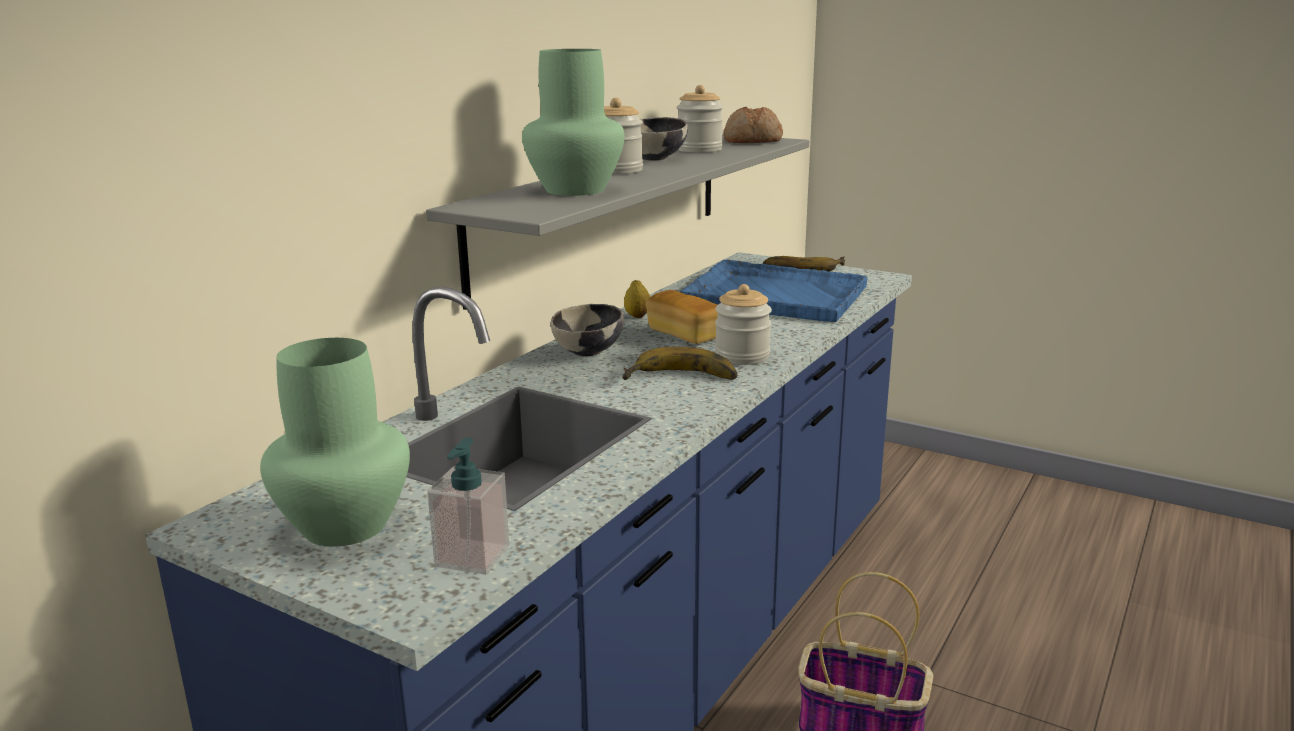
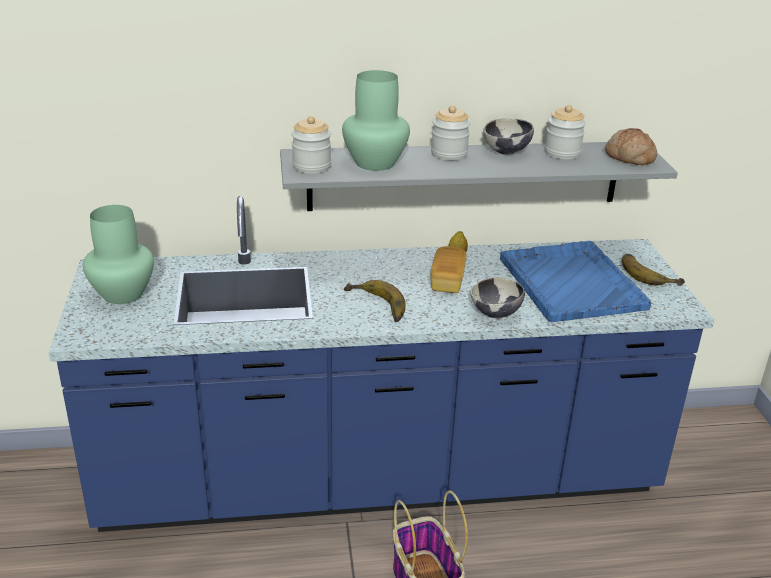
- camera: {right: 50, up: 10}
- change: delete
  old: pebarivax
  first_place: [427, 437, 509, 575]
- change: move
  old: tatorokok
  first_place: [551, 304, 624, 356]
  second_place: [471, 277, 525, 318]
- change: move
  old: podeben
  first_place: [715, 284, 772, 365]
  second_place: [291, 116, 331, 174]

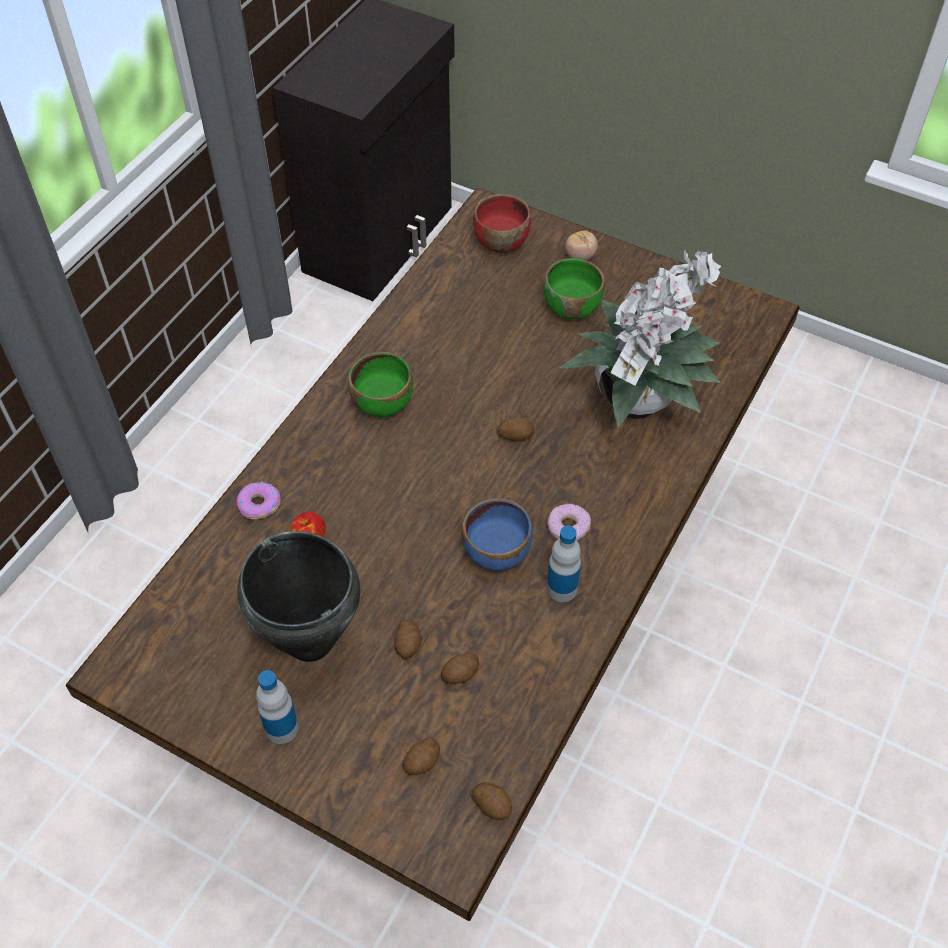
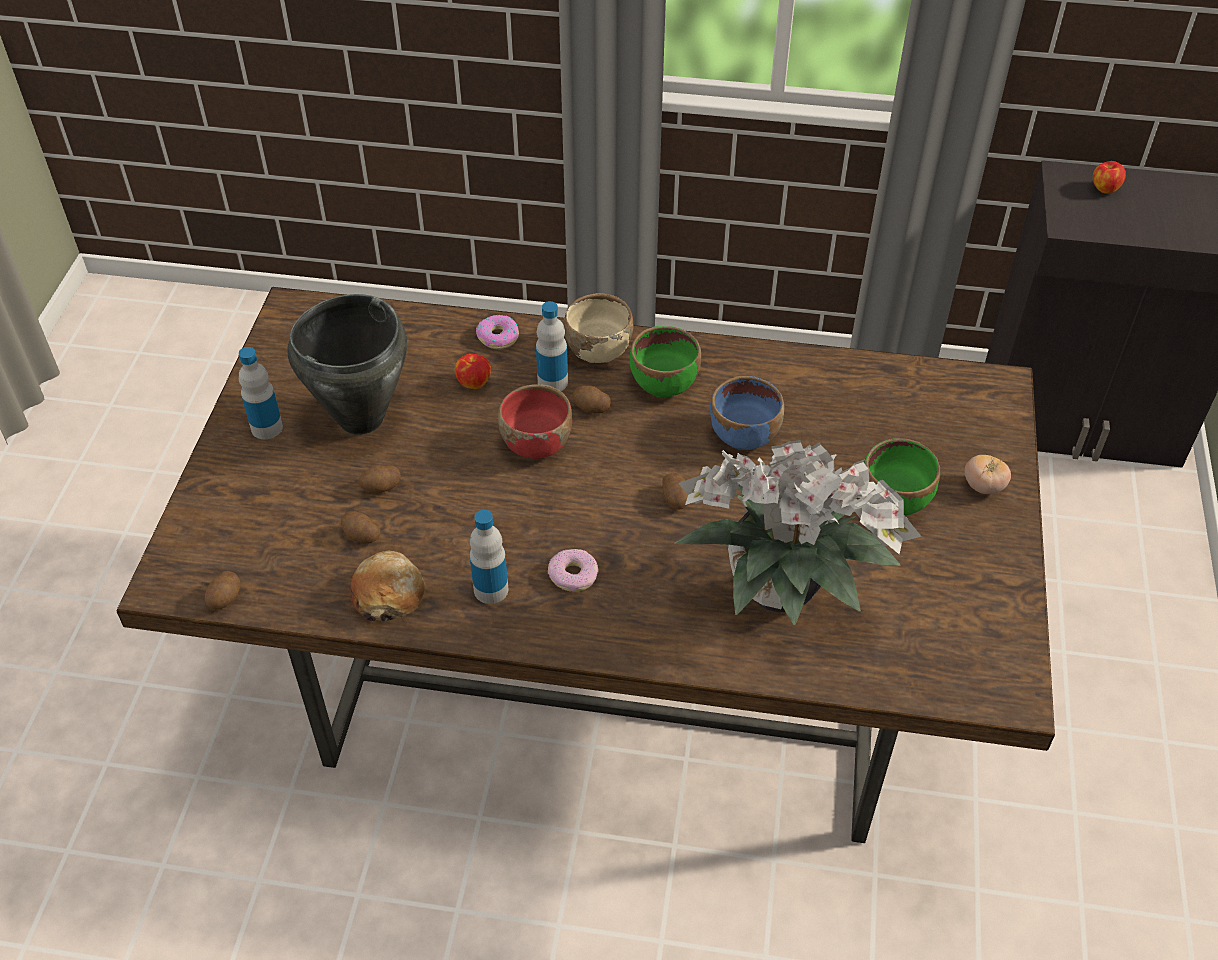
- camera: {right: 70, up: -5}
- change: move
  old: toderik
  first_place: [403, 737, 440, 775]
  second_place: [572, 386, 611, 414]
- change: move
  old: tatorokok (blue)
  first_place: [461, 498, 533, 571]
  second_place: [710, 376, 784, 450]
- change: move
  old: tatorokok (red)
  first_place: [473, 194, 531, 253]
  second_place: [498, 384, 572, 459]
- change: insert
  new: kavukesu
  second_place: [350, 550, 425, 622]
- change: insert
  new: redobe
  second_place: [536, 301, 568, 391]
- change: insert
  new: tatorokok (beige)
  second_place: [564, 293, 633, 363]
- change: insert
  new: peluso
  second_place: [1093, 161, 1126, 194]

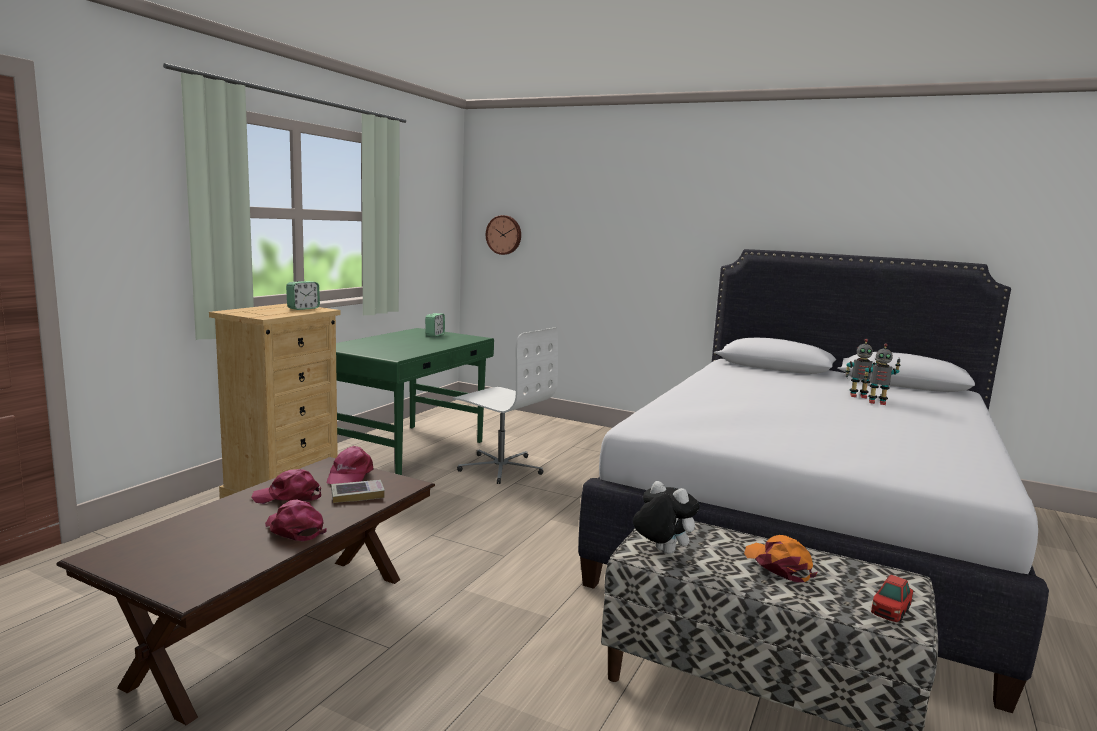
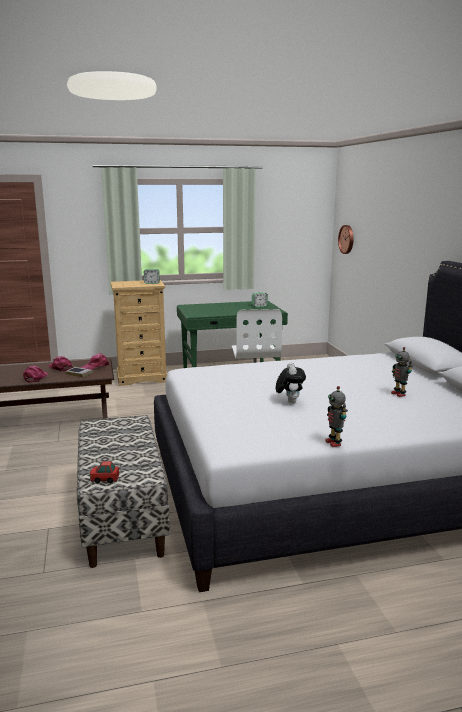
- camera: {right: 50, up: 5}
- change: move
  old: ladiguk
  first_place: [633, 481, 700, 554]
  second_place: [276, 362, 306, 403]
- change: delete
  old: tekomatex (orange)
  first_place: [744, 535, 817, 582]
- change: move
  old: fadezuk
  first_place: [864, 343, 901, 405]
  second_place: [325, 386, 348, 447]

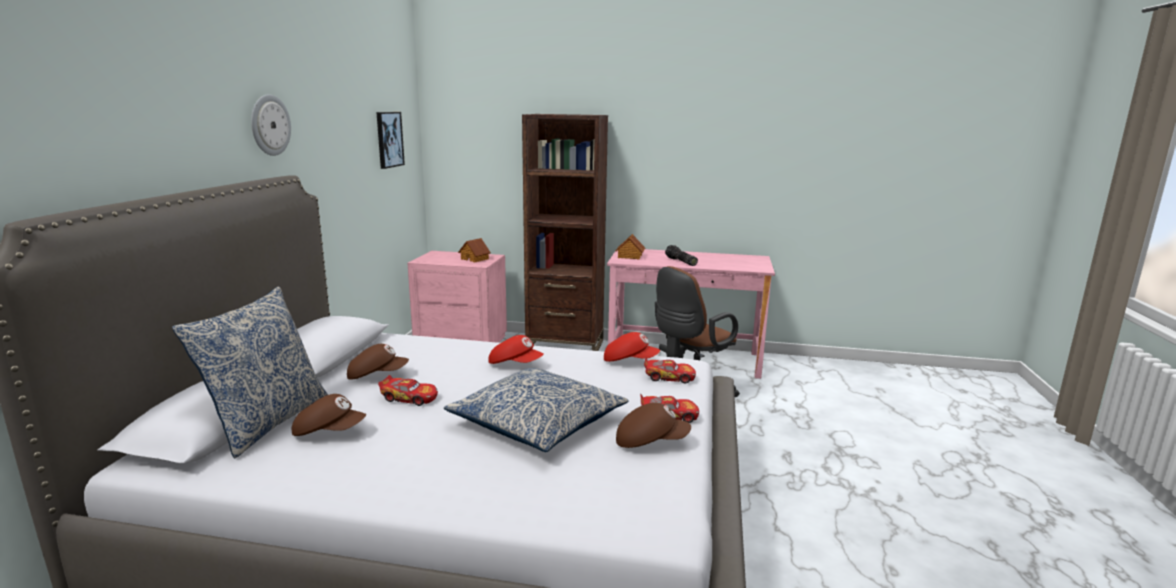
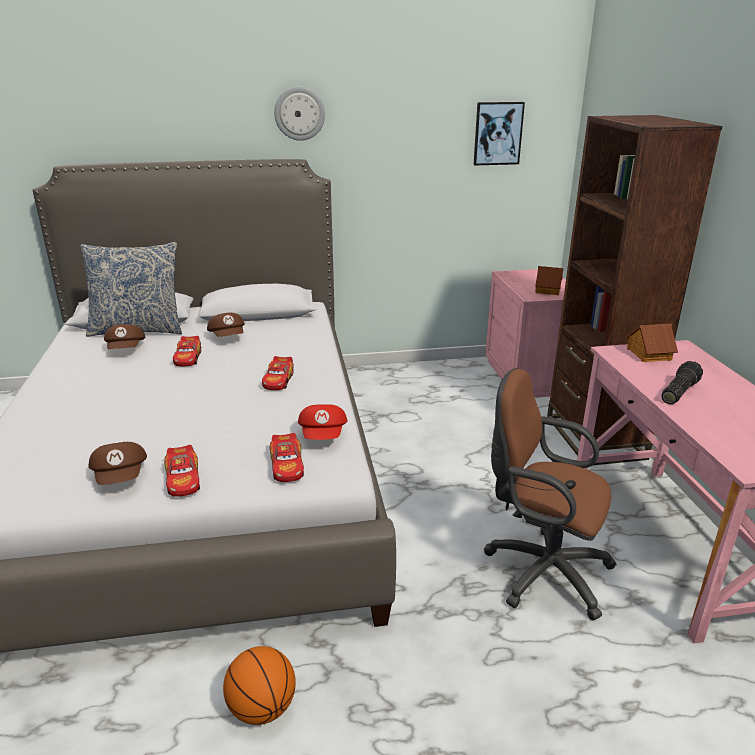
- camera: {right: 70, up: 10}
- change: delete
  old: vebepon
  first_place: [444, 368, 629, 452]
- change: replace
  old: tekomatex (red)
  new: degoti
  first_place: [489, 335, 544, 364]
  second_place: [262, 356, 294, 390]
- change: insert
  new: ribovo
  second_place: [223, 646, 296, 725]

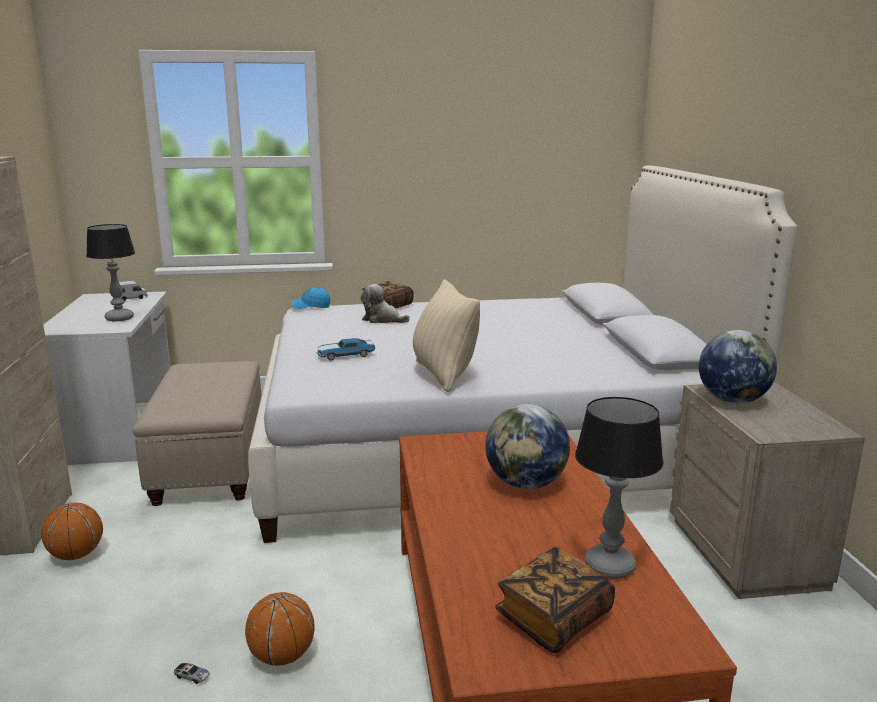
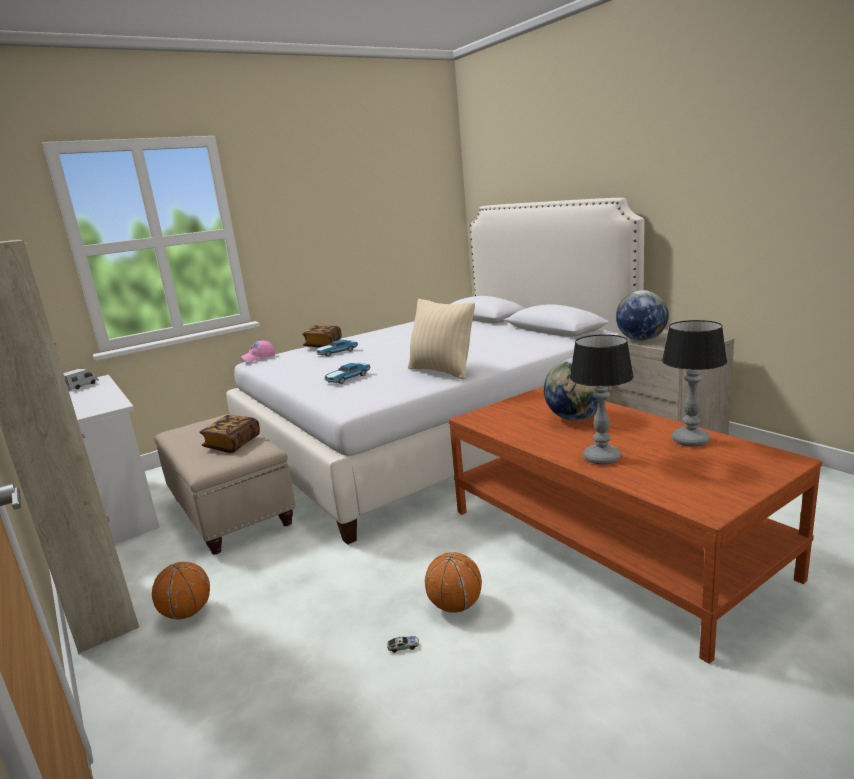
- camera: {right: -25, up: 0}
- change: move
  old: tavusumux
  first_place: [86, 224, 135, 322]
  second_place: [570, 334, 634, 465]
- change: recolor
  old: tekomatex (blue)
  new: tekomatex (pink)
  first_place: [291, 287, 330, 309]
  second_place: [240, 340, 275, 362]
- change: replace
  old: ladiguk
  new: degoti
  first_place: [361, 284, 410, 323]
  second_place: [316, 340, 358, 357]
- change: move
  old: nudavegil
  first_place: [495, 547, 615, 653]
  second_place: [199, 415, 260, 453]

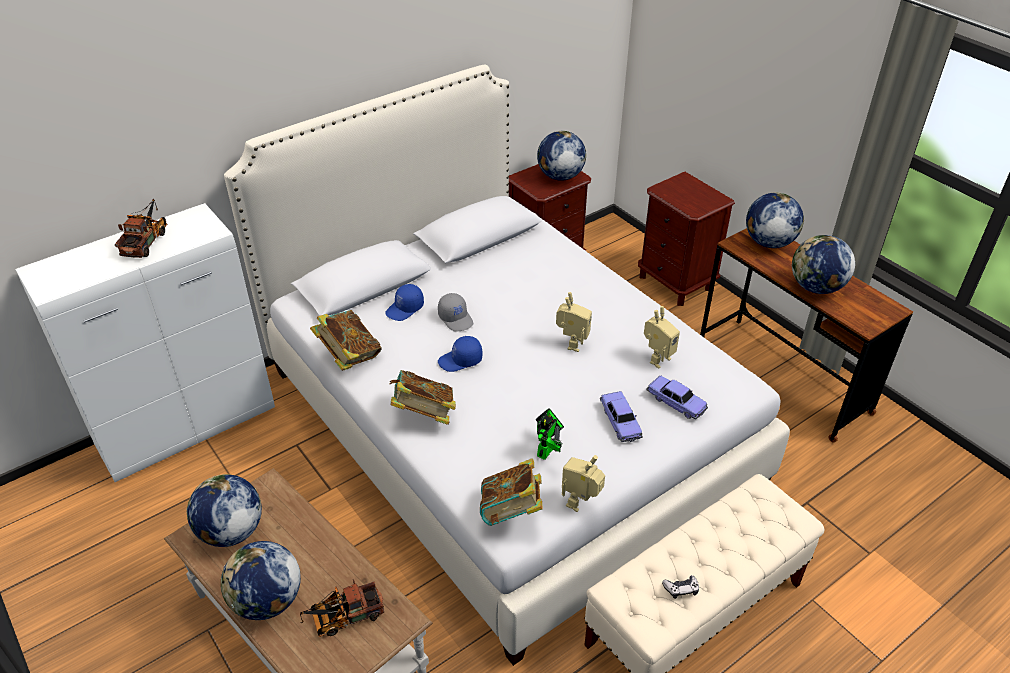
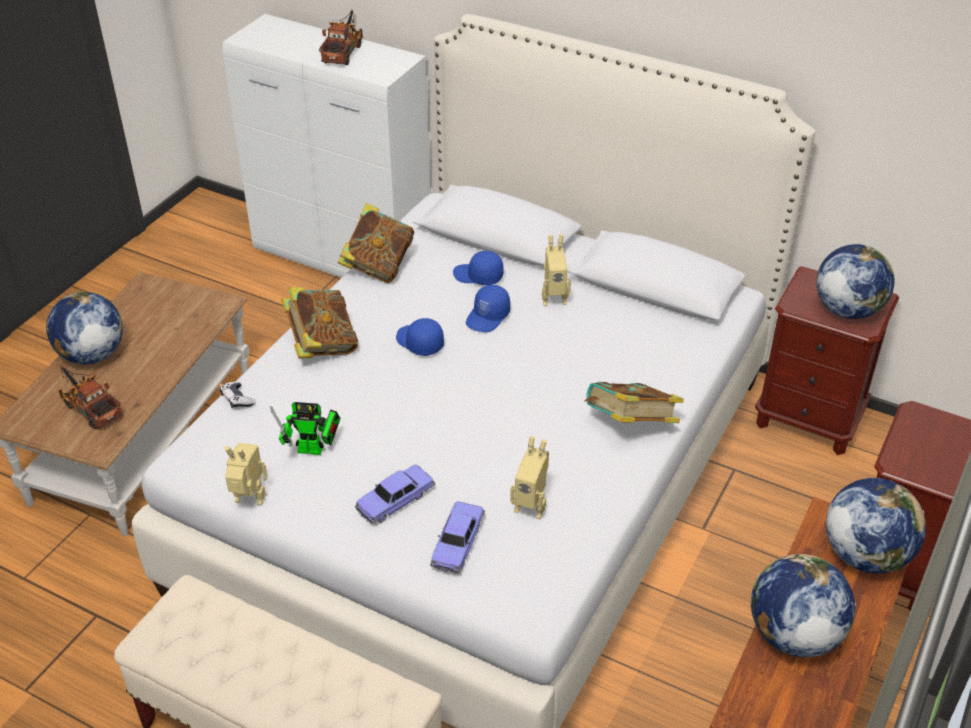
- camera: {right: 65, up: 0}
- change: rotate
  old: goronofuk
  first_place: [115, 199, 167, 258]
  second_place: [319, 10, 363, 65]
  degrees: -60
- change: delete
  old: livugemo
  first_place: [186, 474, 262, 547]
- change: recolor
  old: tekomatex (grey)
  new: tekomatex (blue)
  first_place: [438, 293, 473, 332]
  second_place: [466, 285, 510, 332]
- change: move
  old: nudavegil
  first_place: [480, 458, 543, 526]
  second_place: [584, 382, 684, 423]
- change: move
  old: fadezuk
  first_place: [556, 292, 592, 352]
  second_place: [542, 234, 571, 306]
- change: move
  old: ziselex
  first_place: [662, 575, 699, 599]
  second_place: [220, 382, 256, 408]

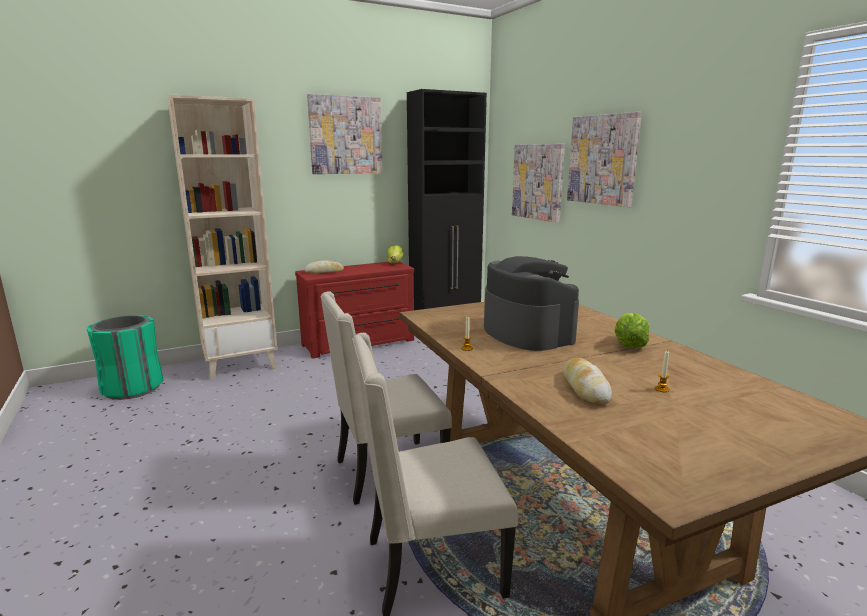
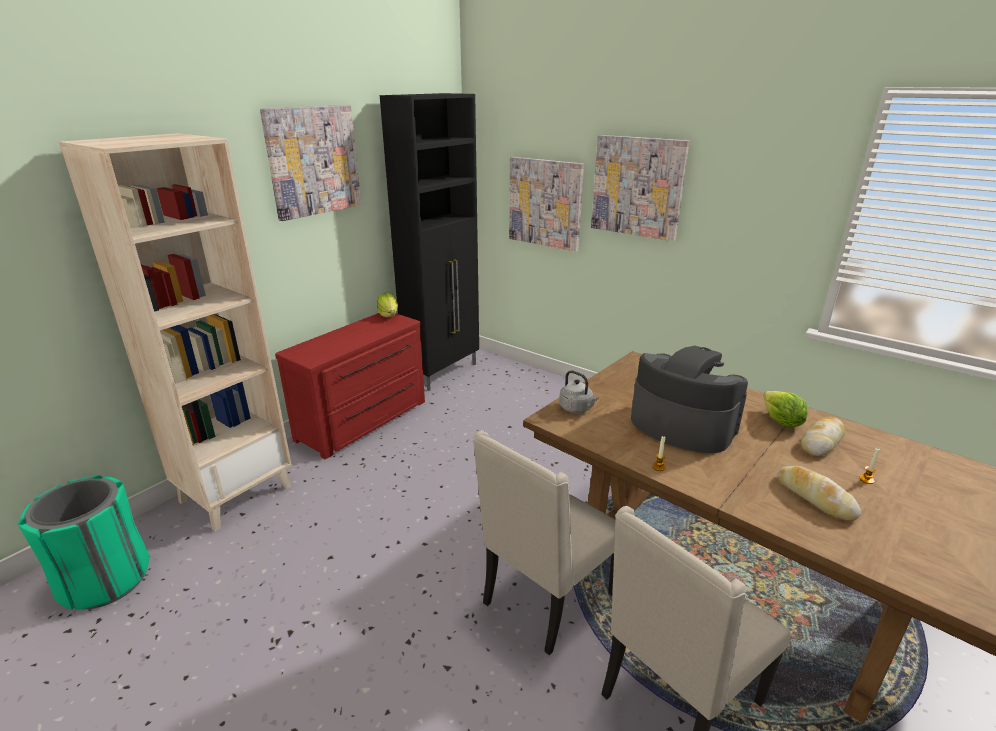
- camera: {right: -25, up: 10}
- change: move
  old: kavukesu
  first_place: [304, 260, 344, 273]
  second_place: [801, 417, 846, 456]
- change: insert
  new: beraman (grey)
  second_place: [559, 370, 599, 413]

